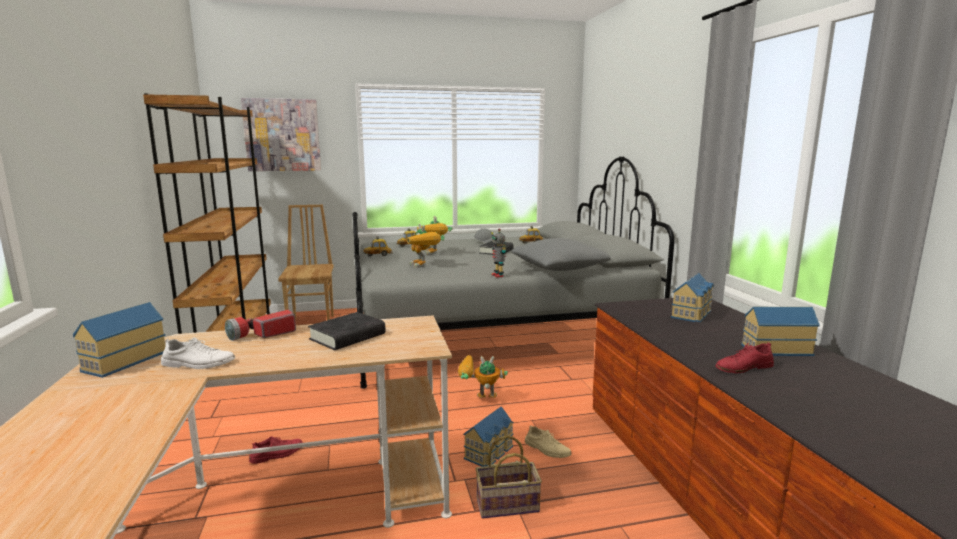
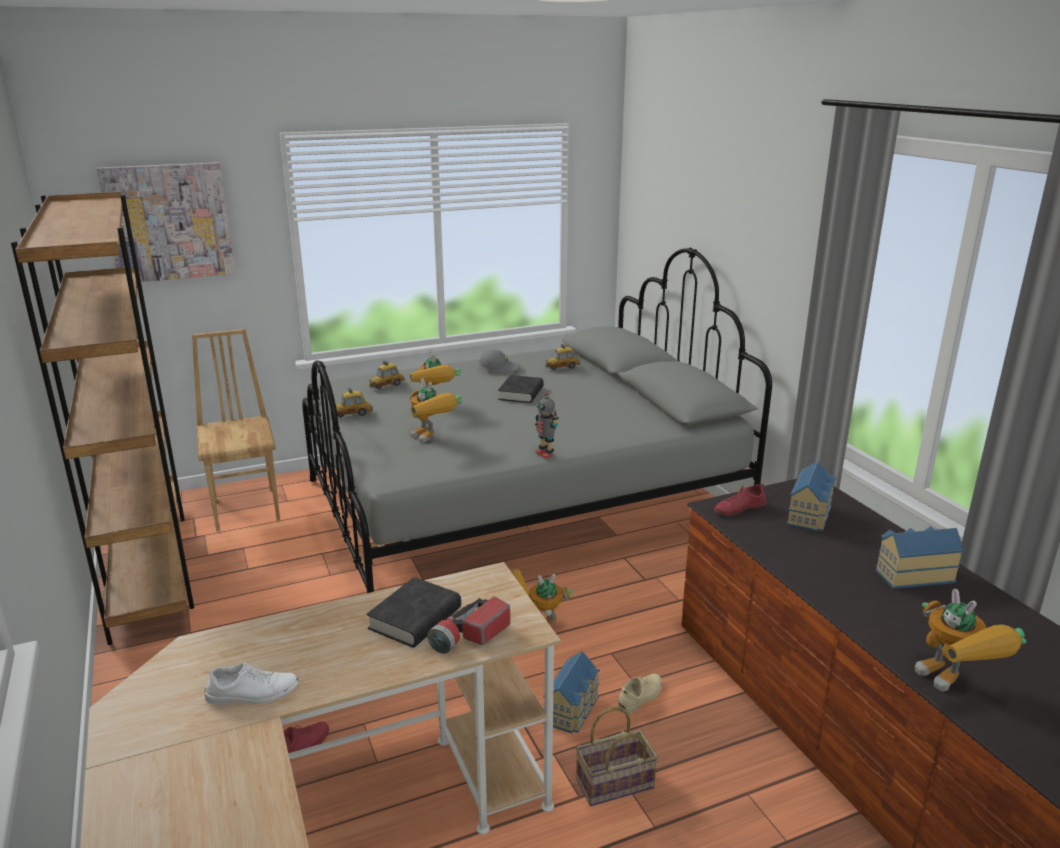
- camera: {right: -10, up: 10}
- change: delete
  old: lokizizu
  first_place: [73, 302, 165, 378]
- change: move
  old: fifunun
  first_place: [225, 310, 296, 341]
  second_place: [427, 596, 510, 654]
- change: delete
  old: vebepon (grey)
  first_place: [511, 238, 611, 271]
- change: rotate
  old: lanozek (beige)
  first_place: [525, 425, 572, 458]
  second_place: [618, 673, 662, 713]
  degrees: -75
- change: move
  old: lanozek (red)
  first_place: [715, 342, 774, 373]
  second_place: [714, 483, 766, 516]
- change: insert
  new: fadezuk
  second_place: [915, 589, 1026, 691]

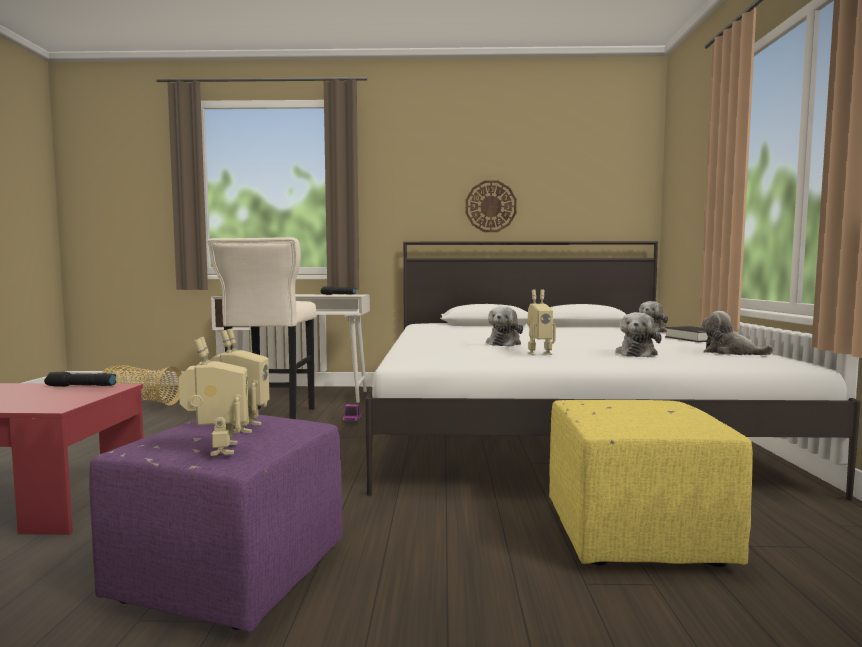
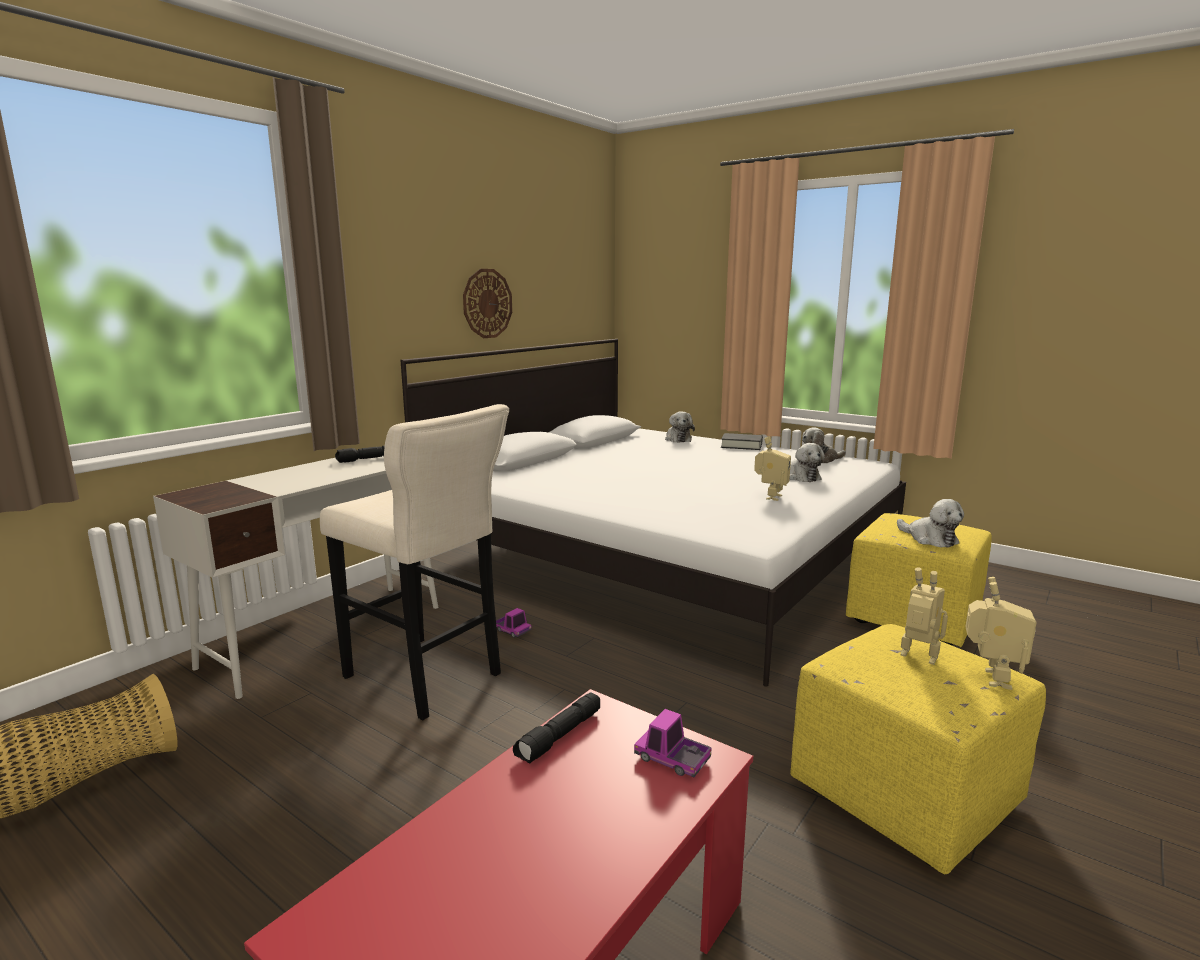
- camera: {right: -55, up: 10}
- change: recolor
  old: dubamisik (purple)
  new: dubamisik (yellow)
  first_place: [89, 415, 343, 633]
  second_place: [790, 624, 1046, 874]
- change: rotate
  old: fadezuk
  first_place: [179, 337, 249, 456]
  second_place: [965, 577, 1037, 690]
  degrees: 90
- change: move
  old: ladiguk
  first_place: [486, 306, 523, 347]
  second_place: [897, 499, 964, 548]
- change: insert
  new: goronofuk
  second_place: [634, 709, 712, 777]

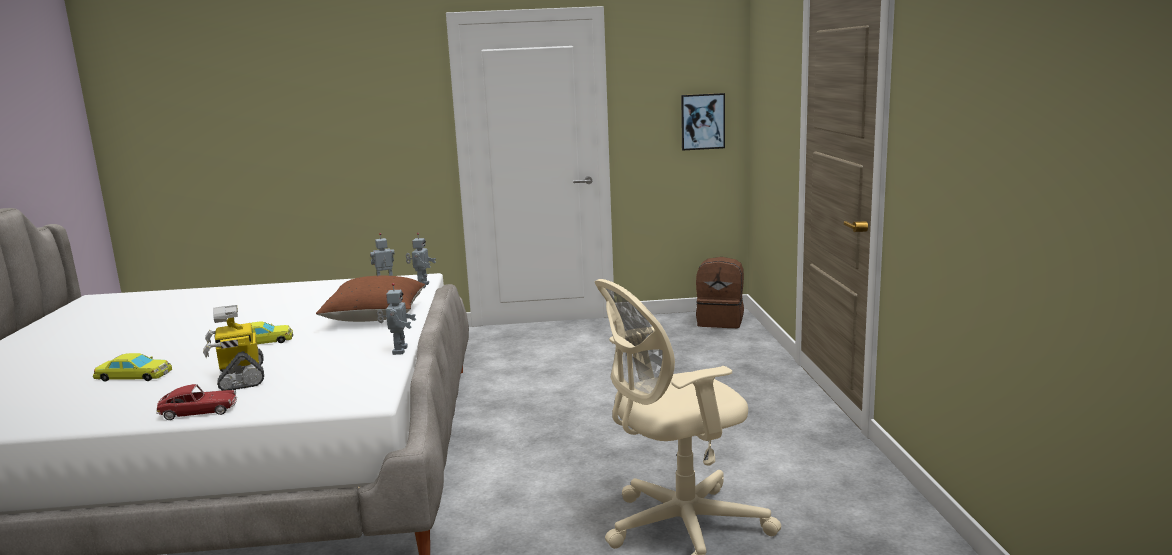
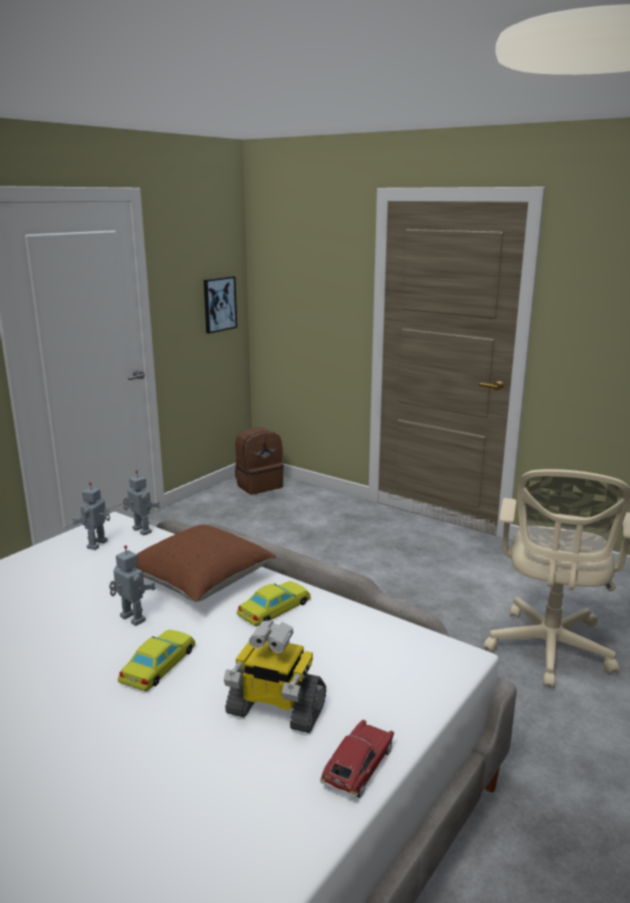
- camera: {right: -50, up: 5}
- change: move
  old: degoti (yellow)
  first_place: [93, 353, 172, 382]
  second_place: [237, 581, 311, 627]
- change: move
  old: fadezuk
  first_place: [377, 283, 417, 355]
  second_place: [109, 545, 156, 626]

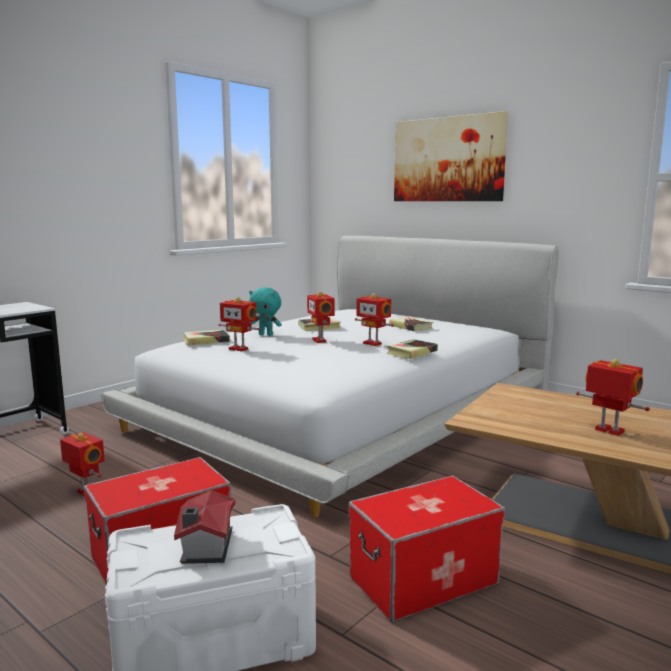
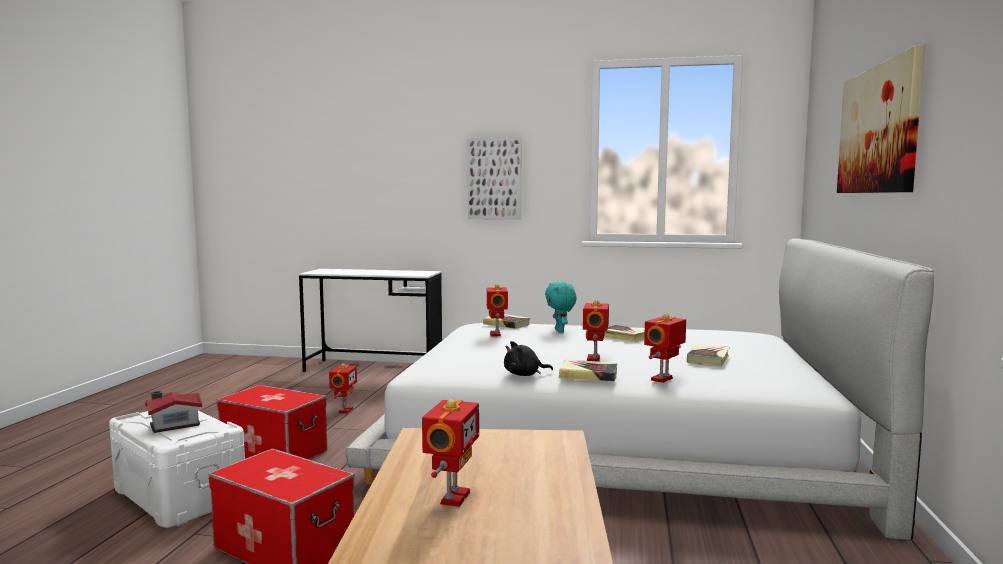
- camera: {right: 60, up: -5}
- change: move
  old: fadezuk
  first_place: [307, 291, 335, 343]
  second_place: [644, 313, 686, 383]
- change: insert
  new: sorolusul
  second_place: [468, 137, 521, 220]
- change: insert
  new: ladiguk (black)
  second_place: [504, 341, 553, 376]

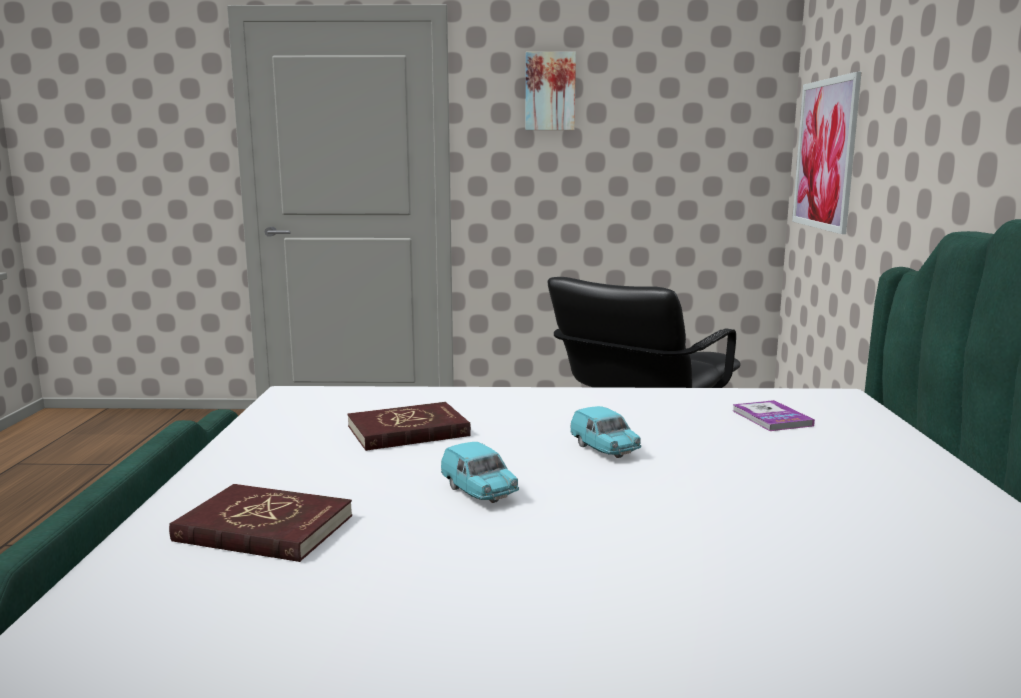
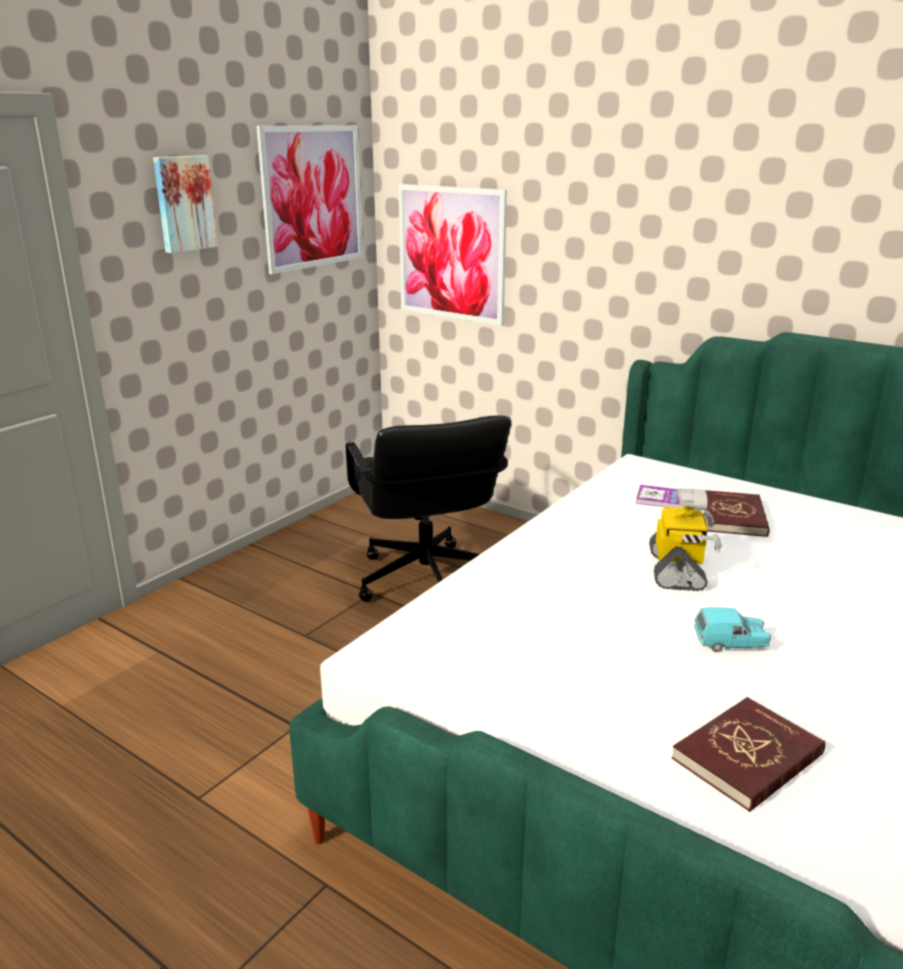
- camera: {right: -55, up: 10}
- change: move
  old: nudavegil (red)
  first_place: [347, 402, 471, 451]
  second_place: [704, 490, 769, 537]
- change: replace
  old: degoti (turquoise)
  new: fadezuk
  first_place: [570, 406, 641, 458]
  second_place: [649, 488, 722, 591]
- change: insert
  new: sorolusul
  second_place: [256, 125, 363, 274]

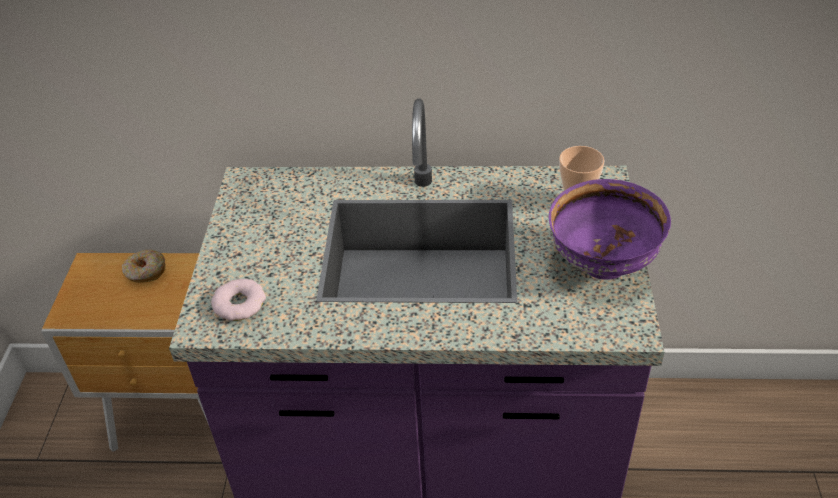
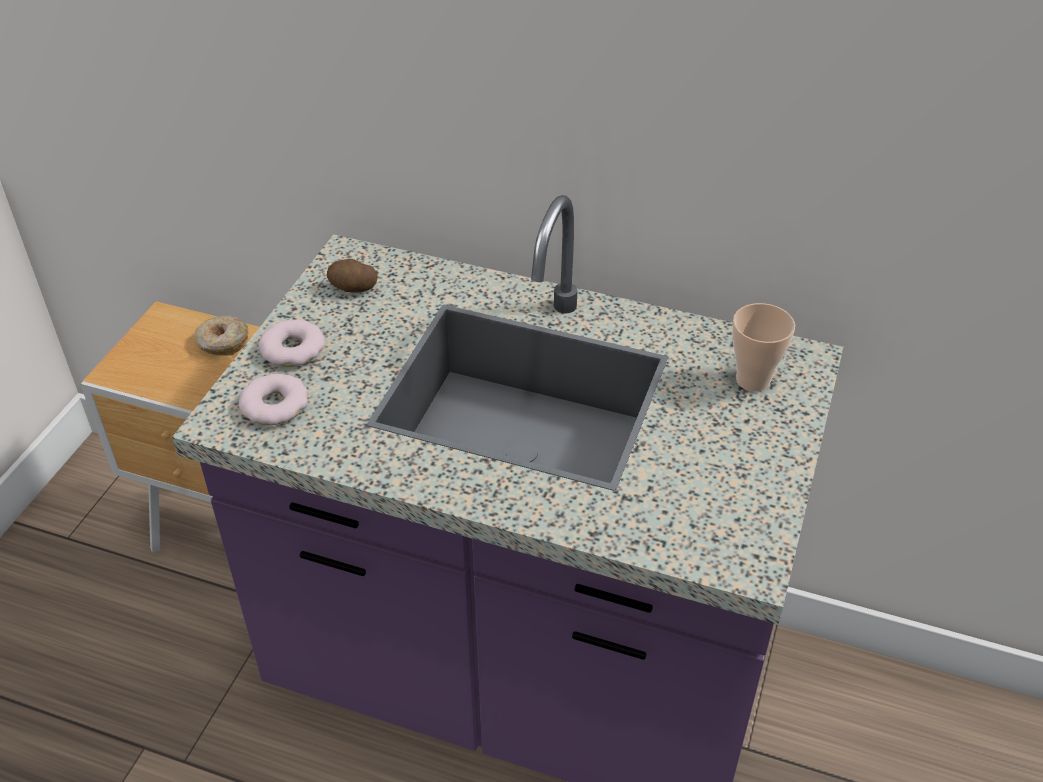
- camera: {right: 15, up: 0}
- change: delete
  old: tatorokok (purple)
  first_place: [549, 179, 671, 280]
- change: insert
  new: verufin
  second_place: [258, 319, 325, 367]
- change: insert
  new: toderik
  second_place: [327, 259, 378, 293]

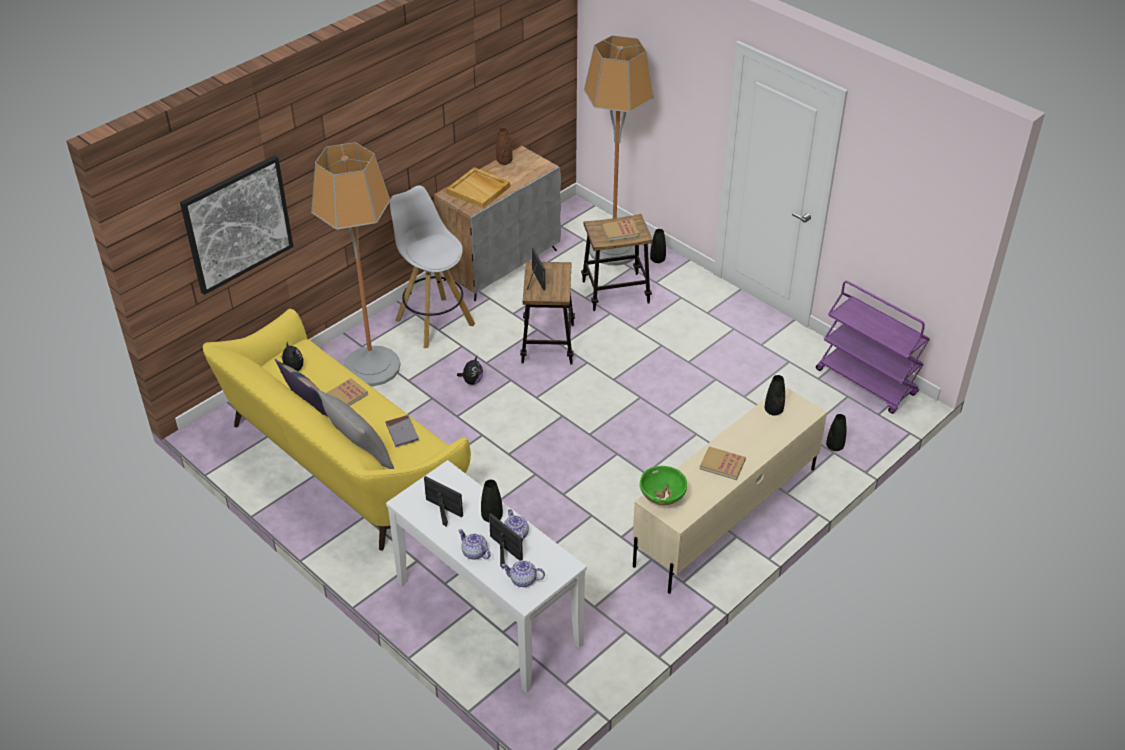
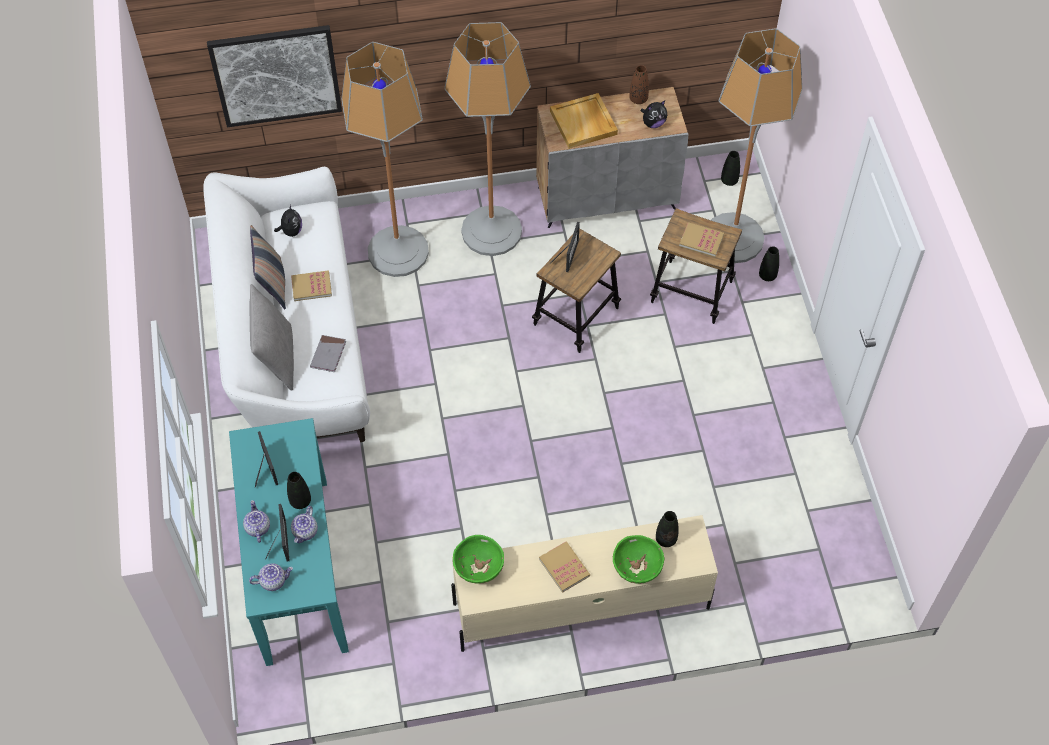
- camera: {right: 35, up: 15}
- change: recolor
  old: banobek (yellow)
  new: banobek (white)
  first_place: [203, 309, 471, 551]
  second_place: [203, 167, 370, 442]
- change: recolor
  old: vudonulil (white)
  new: vudonulil (turquoise)
  first_place: [386, 460, 587, 693]
  second_place: [229, 418, 349, 666]
- change: replace
  old: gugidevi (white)
  new: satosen
  first_place: [390, 185, 475, 348]
  second_place: [444, 22, 531, 256]
- change: move
  old: ladiguk
  first_place: [457, 356, 483, 385]
  second_place: [640, 100, 667, 128]
- change: rotate
  old: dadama
  first_place: [501, 560, 545, 587]
  second_place: [249, 564, 293, 591]
  degrees: 120
- change: delete
  old: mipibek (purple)
  first_place: [816, 280, 930, 414]
- change: move
  old: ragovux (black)
  first_place: [826, 414, 846, 451]
  second_place: [721, 151, 740, 186]
- change: insert
  new: tatorokok (green)
  second_place: [613, 535, 664, 584]

